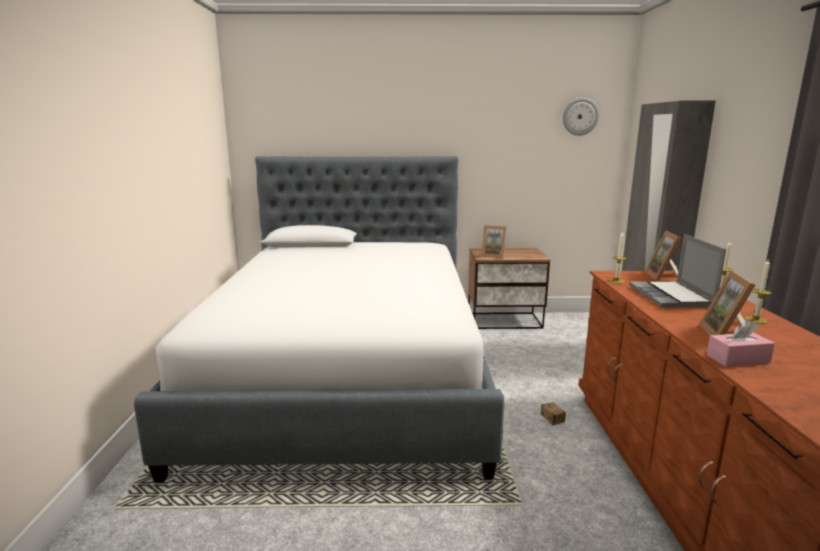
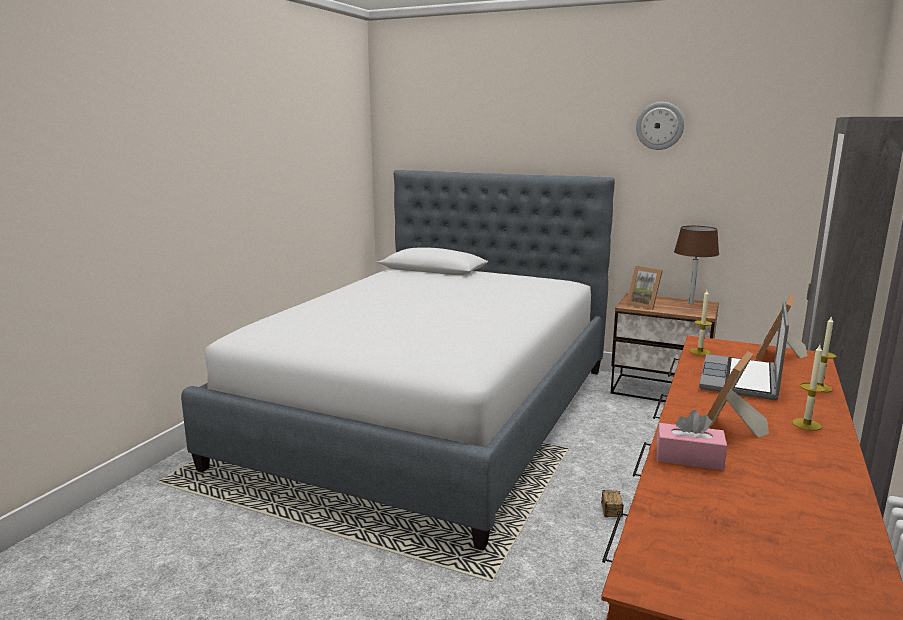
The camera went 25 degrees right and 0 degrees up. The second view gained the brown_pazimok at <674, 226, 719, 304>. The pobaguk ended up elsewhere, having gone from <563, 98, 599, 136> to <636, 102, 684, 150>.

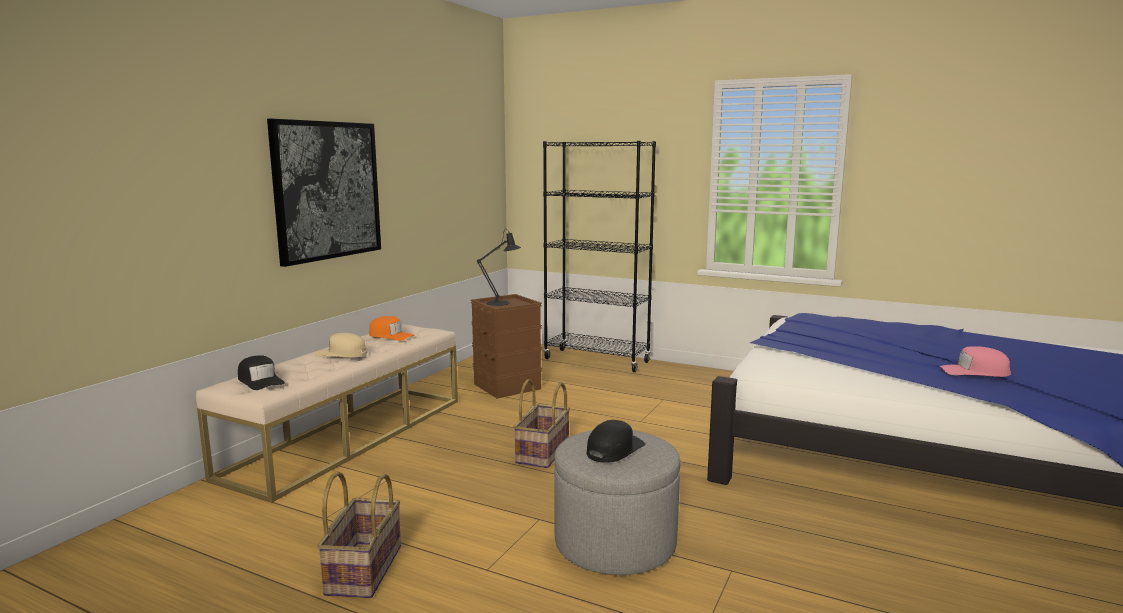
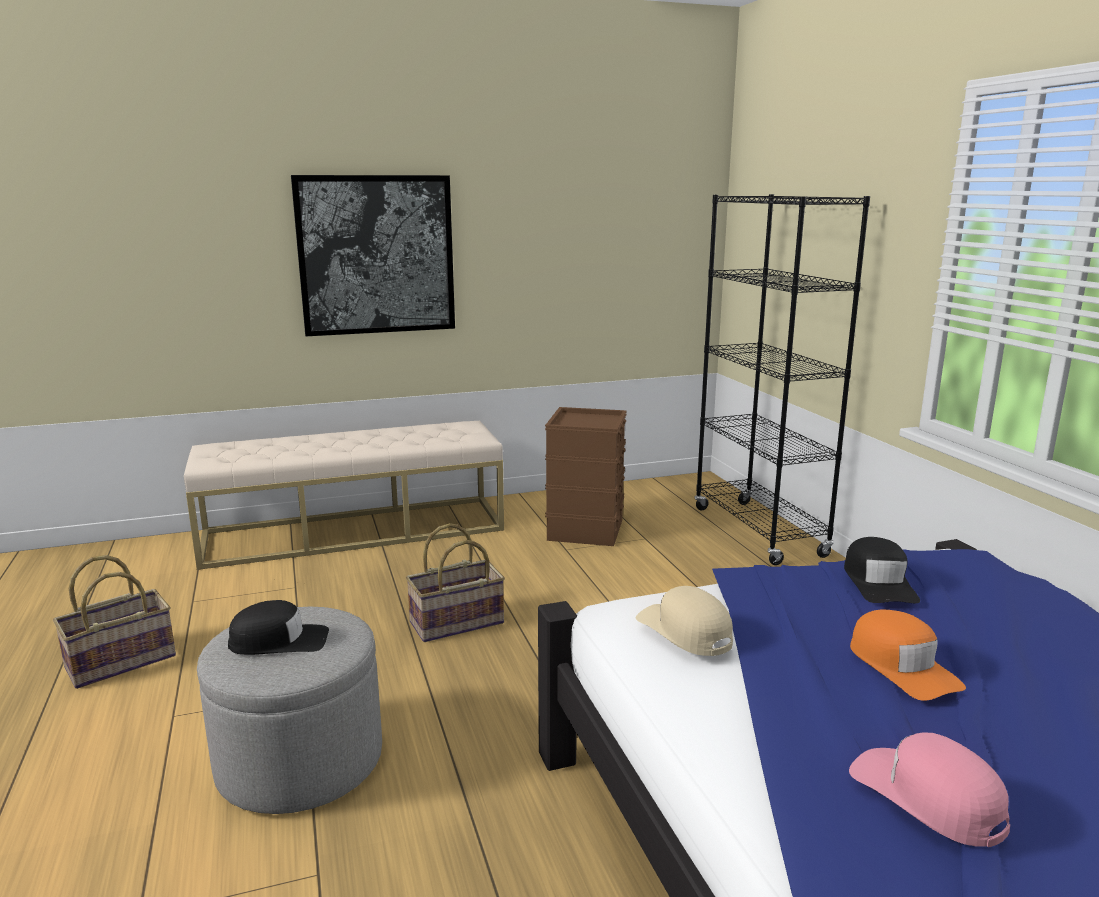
The camera went 45 degrees right and 5 degrees up. The second view lost the black_pazimok at <477, 229, 521, 306>. The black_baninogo ended up elsewhere, having gone from <238, 355, 285, 390> to <844, 537, 920, 604>. The beige_baninogo ended up elsewhere, having gone from <315, 333, 367, 357> to <636, 586, 733, 656>. The orange_baninogo ended up elsewhere, having gone from <369, 316, 415, 341> to <850, 610, 966, 701>.

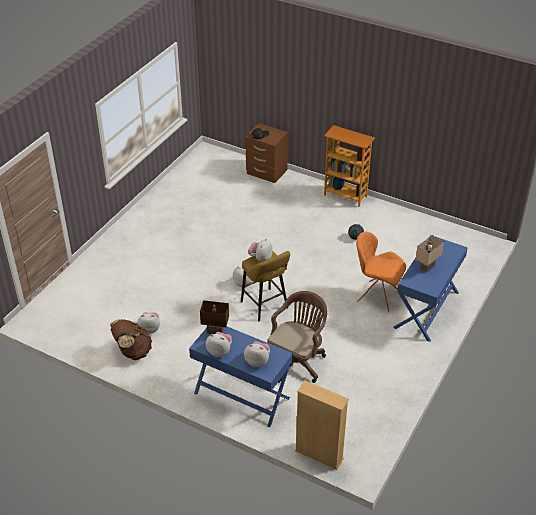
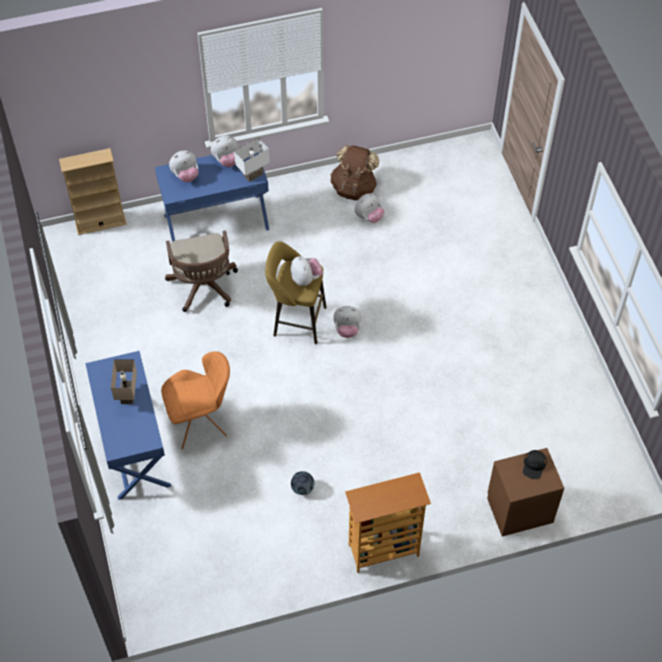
The camera went 135 degrees right and 15 degrees up. What was the brown_pazimok at <200, 300, 229, 334> turned into the white_pazimok at <234, 137, 270, 182>.

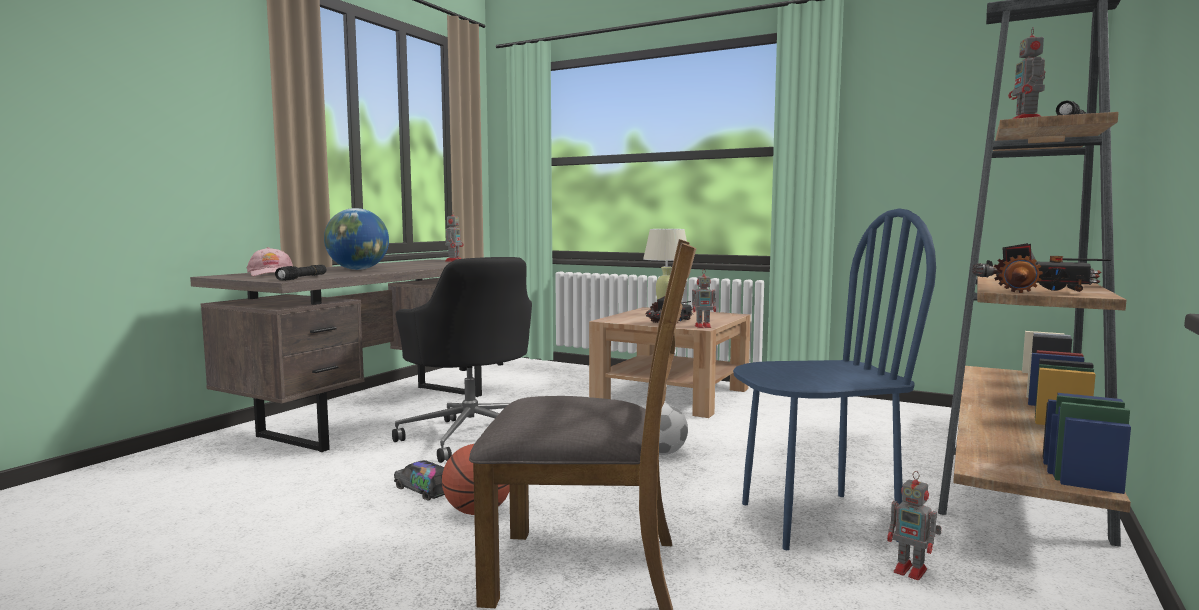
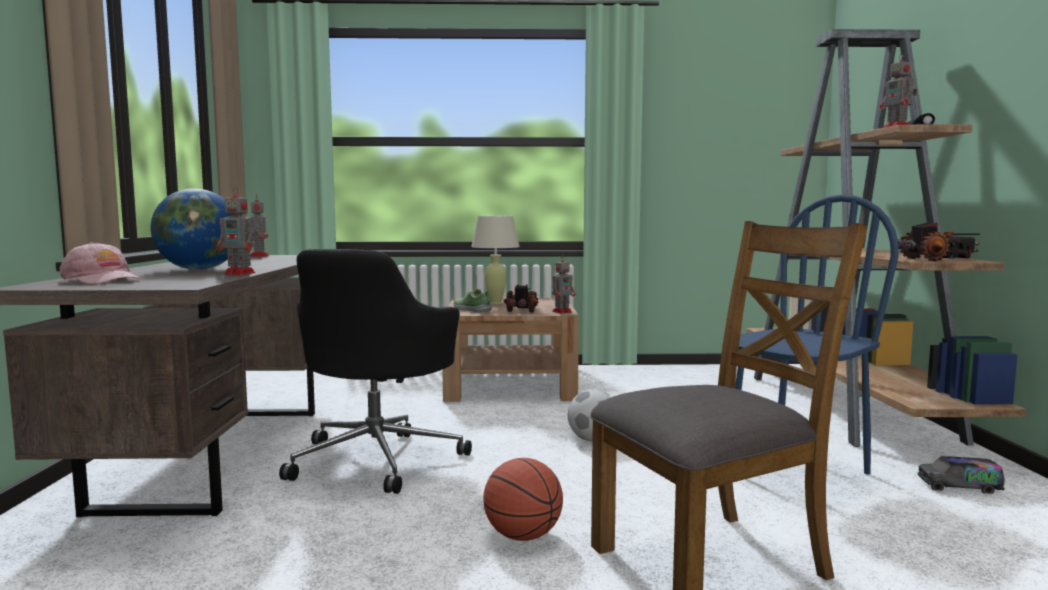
The camera went 30 degrees left and 0 degrees up. The second view lost the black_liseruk at <275, 265, 327, 281>. The second view gained the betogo at <454, 289, 492, 313>. The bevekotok ended up elsewhere, having gone from <394, 460, 445, 500> to <917, 456, 1005, 494>. The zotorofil ended up elsewhere, having gone from <887, 471, 942, 580> to <217, 187, 260, 275>. The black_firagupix at <392, 257, 532, 463> ended up facing another way, 75 degrees clockwise from before.

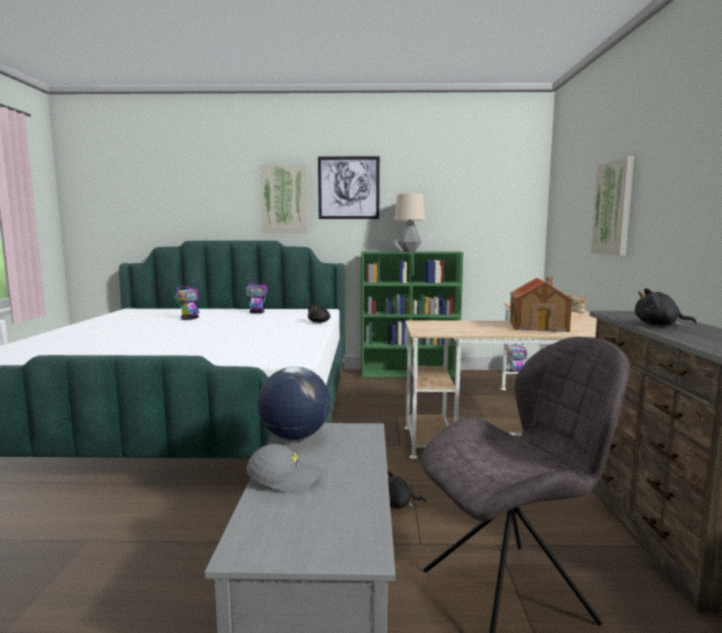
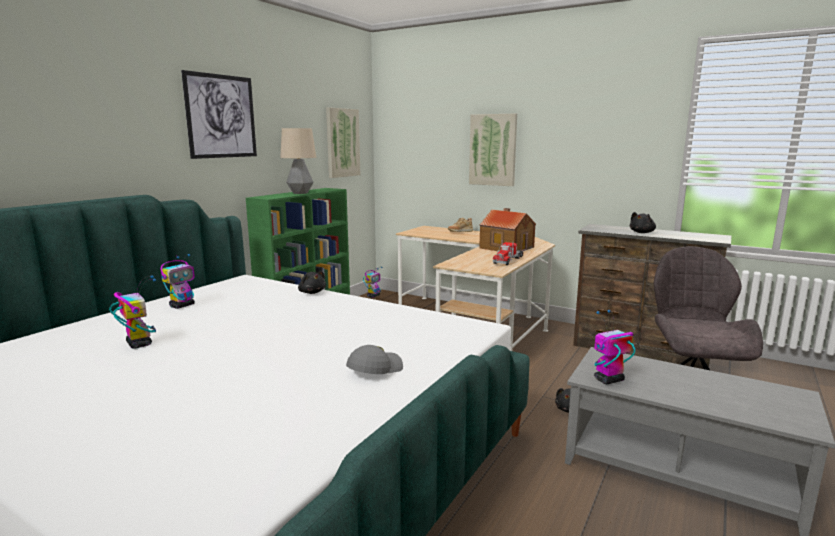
The camera went 60 degrees left and 5 degrees up. The second view gained the bevekotok at <493, 240, 523, 265>. The grey_baninogo ended up elsewhere, having gone from <246, 444, 322, 494> to <346, 345, 403, 374>. The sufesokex ended up elsewhere, having gone from <260, 164, 308, 232> to <326, 107, 360, 178>. Where the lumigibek stood at <257, 367, 330, 440>, the zotorofil came to stand at <594, 310, 636, 384>.

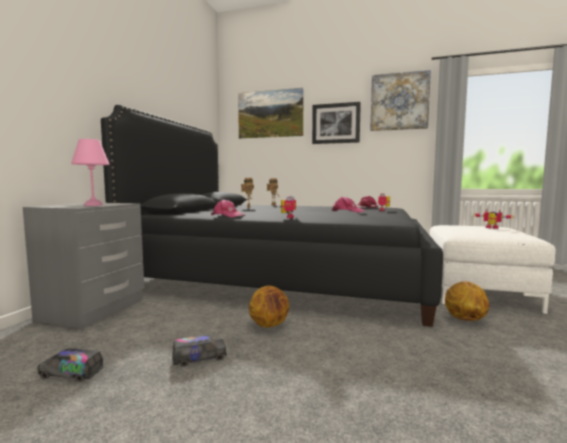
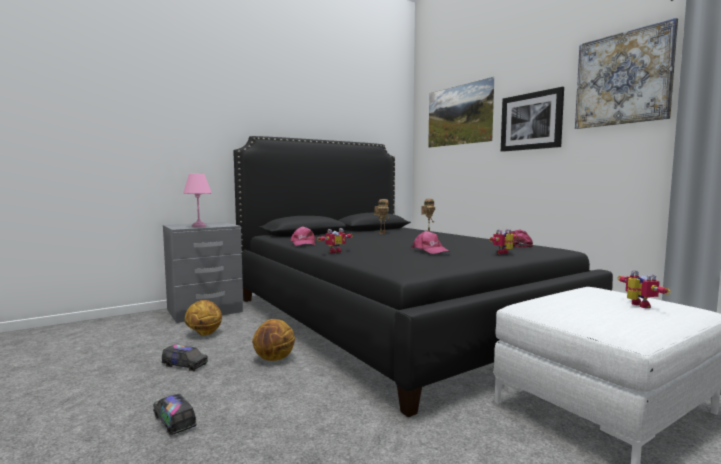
The camera went 40 degrees right and 0 degrees up. The bevekotok ended up elsewhere, having gone from <37, 348, 104, 382> to <153, 394, 196, 435>. The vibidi ended up elsewhere, having gone from <445, 282, 490, 321> to <185, 300, 222, 336>.

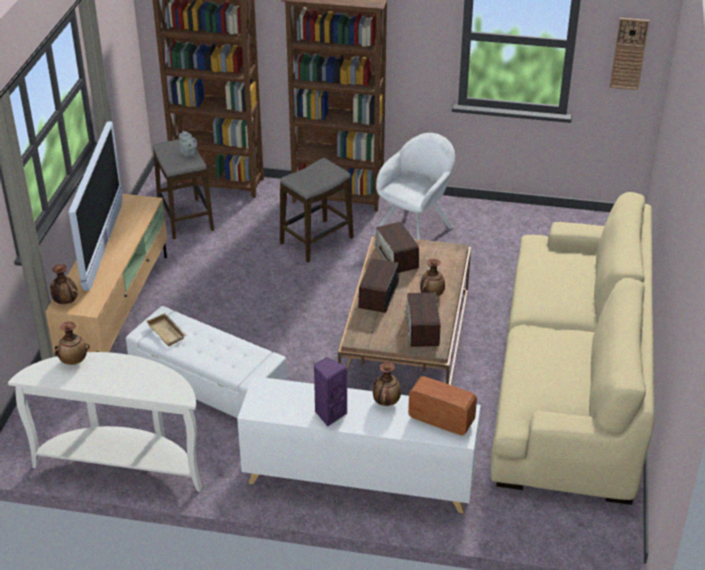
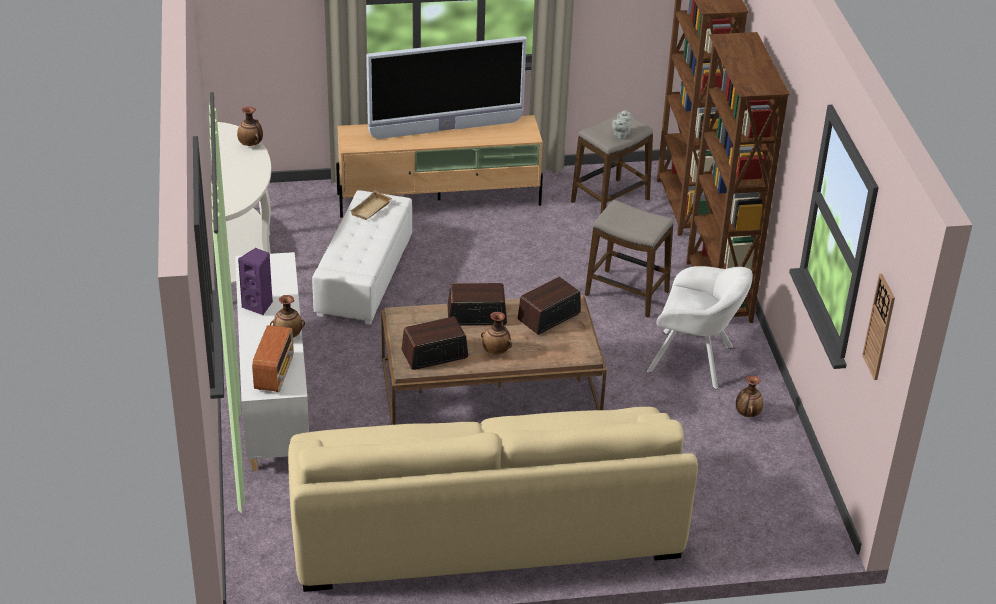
The camera went 70 degrees right and 0 degrees up. The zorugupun ended up elsewhere, having gone from <50, 264, 78, 304> to <736, 375, 763, 417>.

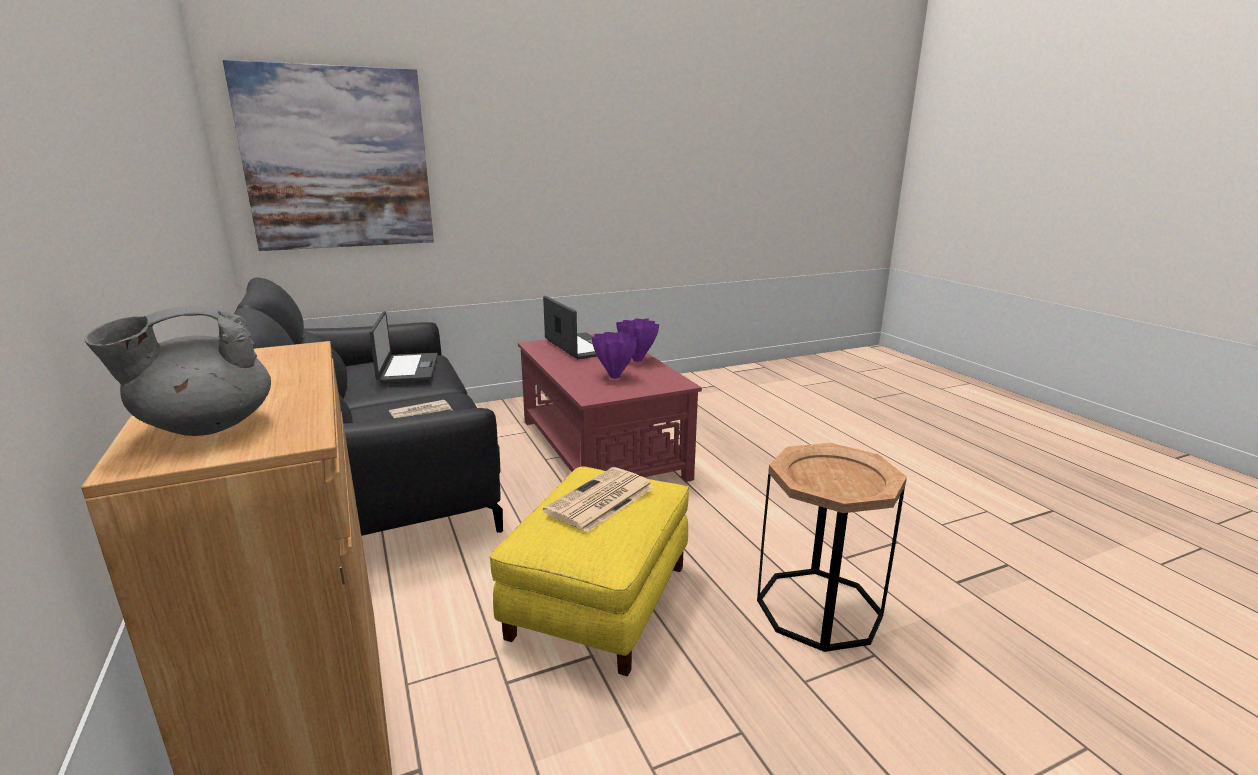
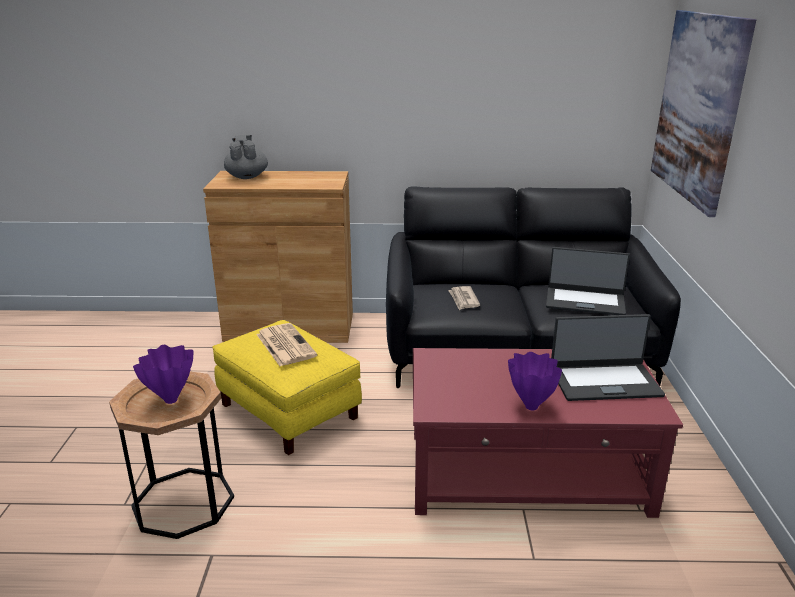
The camera went 115 degrees right and 5 degrees up. The purple_zorugupun ended up elsewhere, having gone from <591, 331, 637, 379> to <133, 345, 193, 404>.

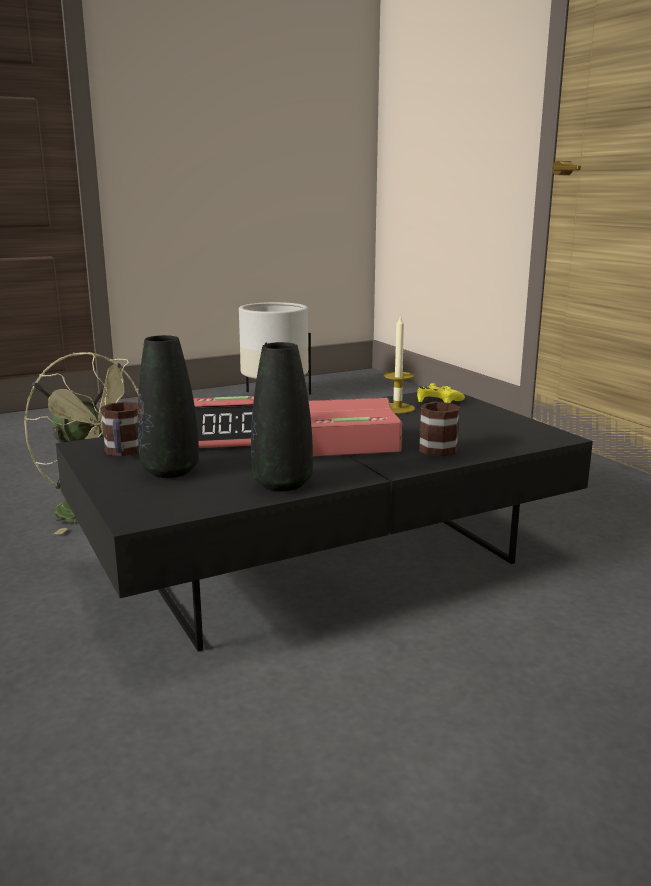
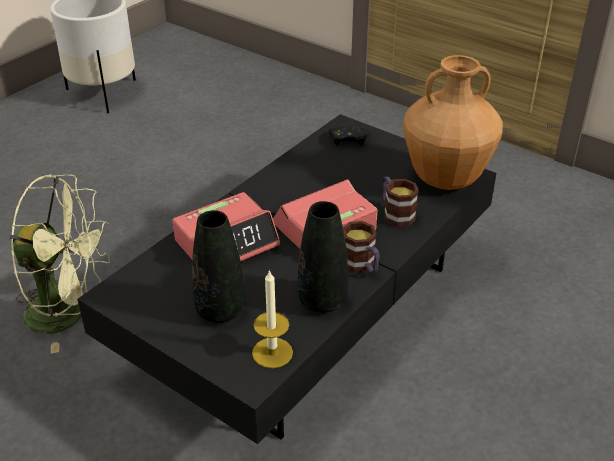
The camera went 25 degrees left and 20 degrees up. The second view gained the brown_zorugupun at <403, 55, 503, 190>. The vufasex ended up elsewhere, having gone from <100, 402, 139, 456> to <343, 221, 380, 273>. The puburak ended up elsewhere, having gone from <384, 314, 415, 413> to <252, 269, 293, 368>. What was the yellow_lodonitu at <417, 383, 465, 403> turned into the black_lodonitu at <328, 125, 370, 147>.

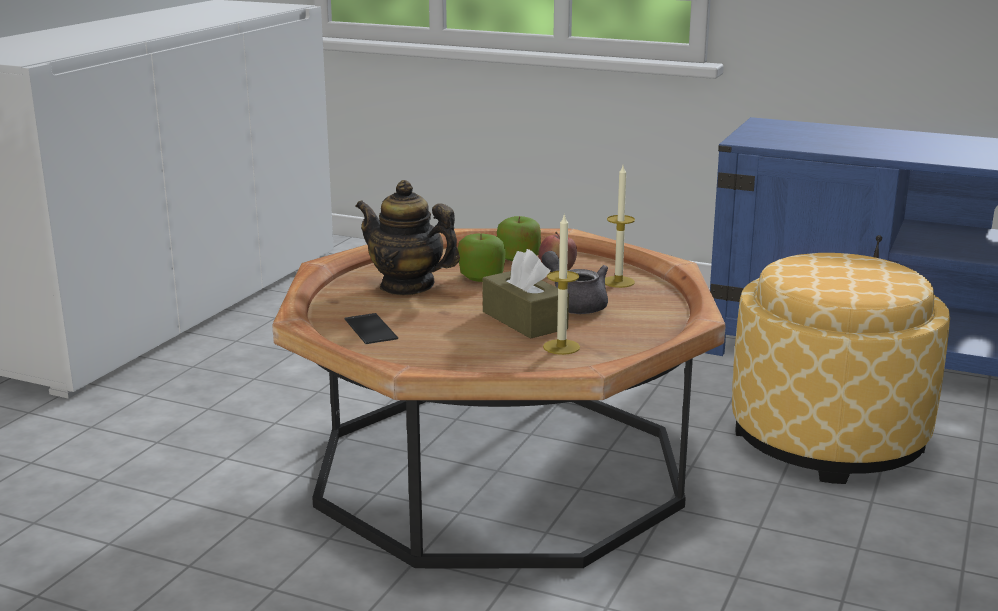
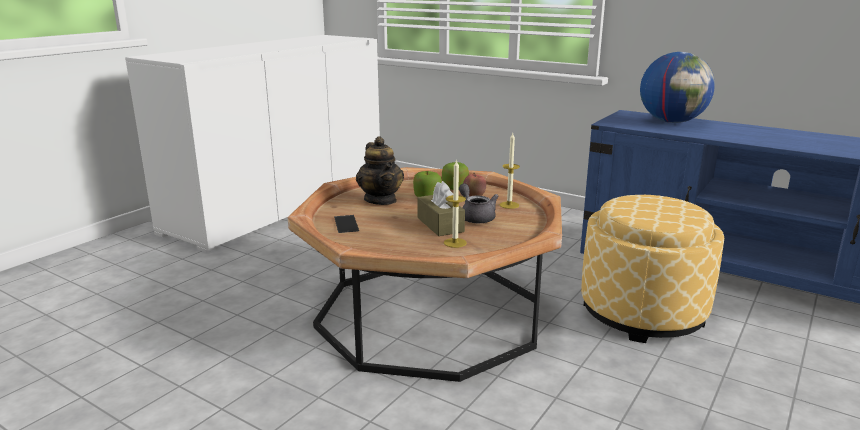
The camera went 10 degrees right and 0 degrees up. The second view gained the lumigibek at <640, 52, 715, 123>. The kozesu at <355, 180, 460, 295> ended up facing another way, 150 degrees counterclockwise from before.

